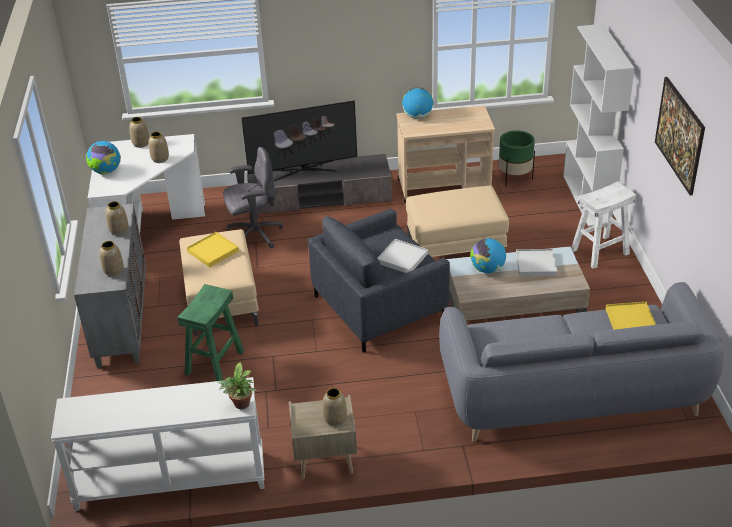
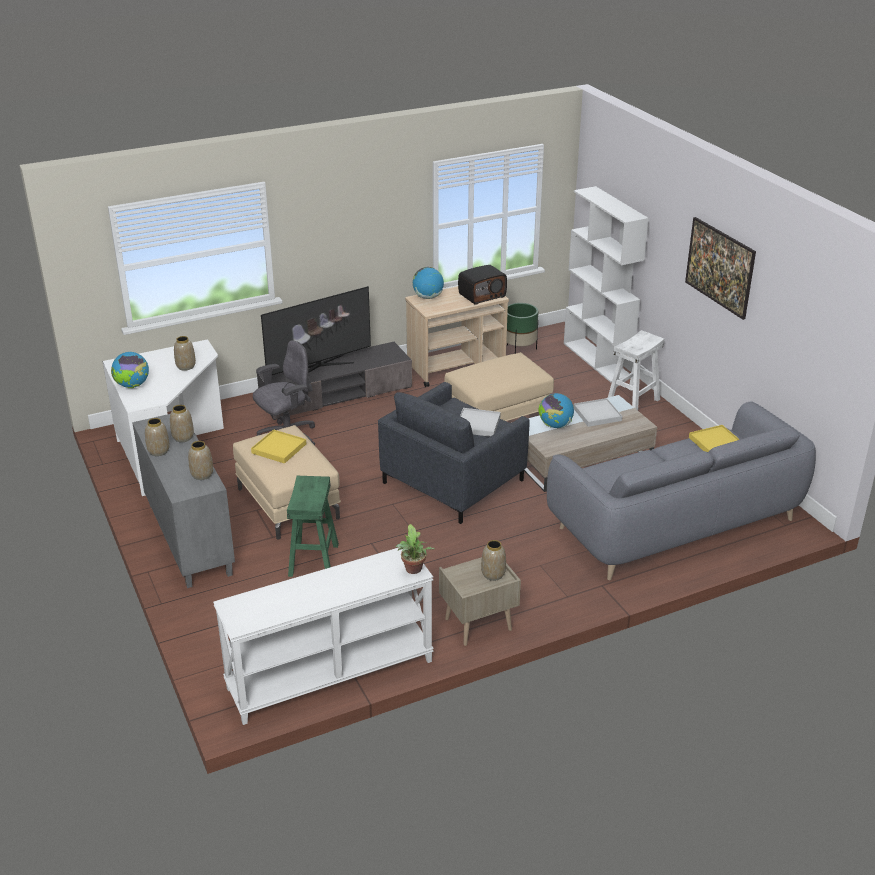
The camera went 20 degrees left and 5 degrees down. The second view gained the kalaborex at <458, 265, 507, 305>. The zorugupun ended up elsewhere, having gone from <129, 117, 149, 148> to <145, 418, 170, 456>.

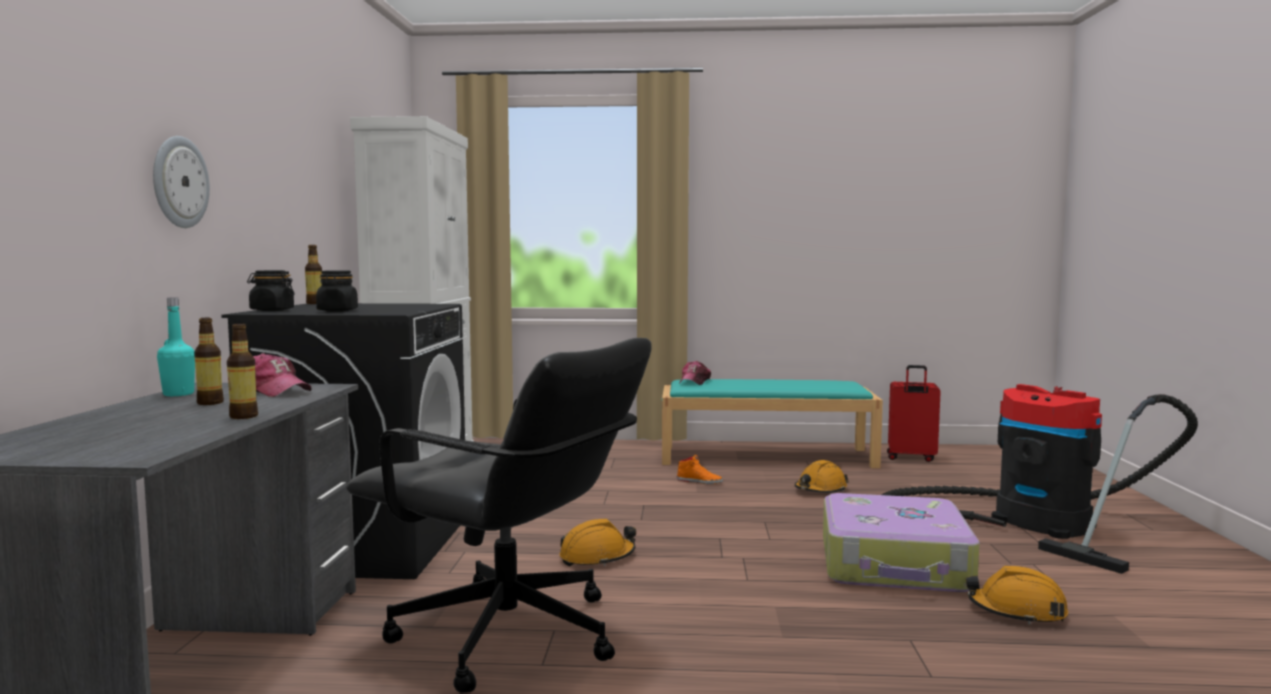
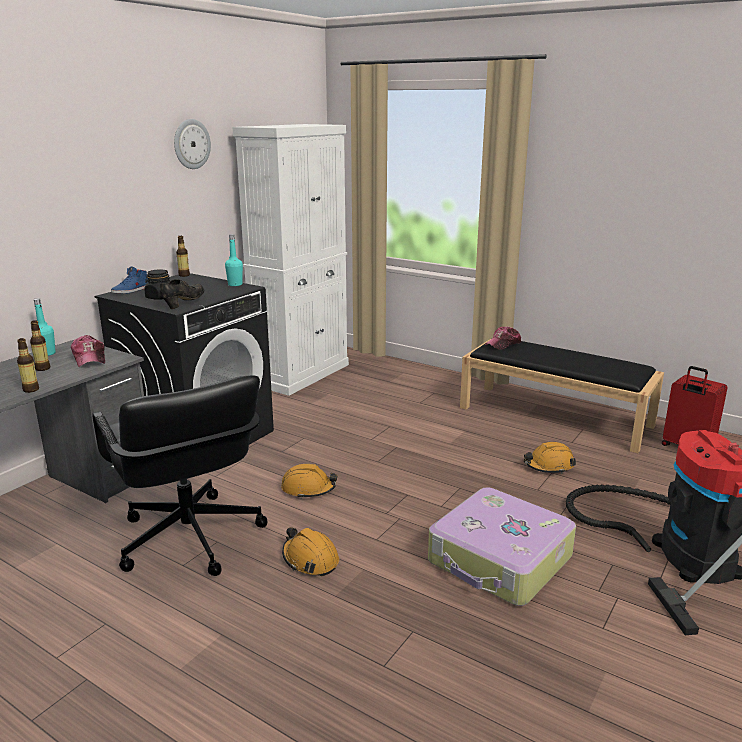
The camera went 30 degrees right and 15 degrees up. The second view lost the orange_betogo at <677, 455, 723, 484>. The second view gained the black_betogo at <160, 279, 204, 309>. The second view gained the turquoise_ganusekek at <225, 234, 243, 286>. The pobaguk ended up elsewhere, having gone from <153, 136, 210, 228> to <174, 119, 211, 169>. The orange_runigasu ended up elsewhere, having gone from <966, 566, 1068, 625> to <282, 527, 339, 576>. Where the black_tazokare stood at <247, 270, 294, 311>, the blue_betogo came to stand at <111, 267, 147, 294>. What was the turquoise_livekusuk at <662, 379, 883, 468> turned into the black_livekusuk at <460, 339, 664, 453>.

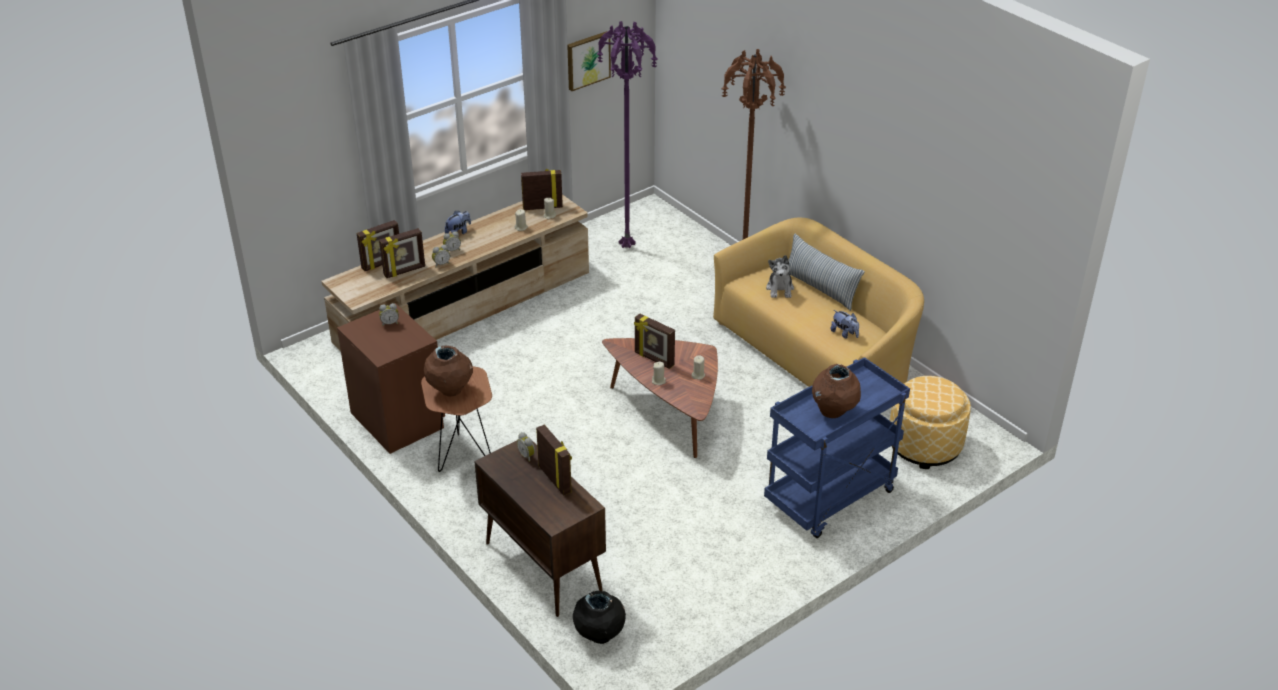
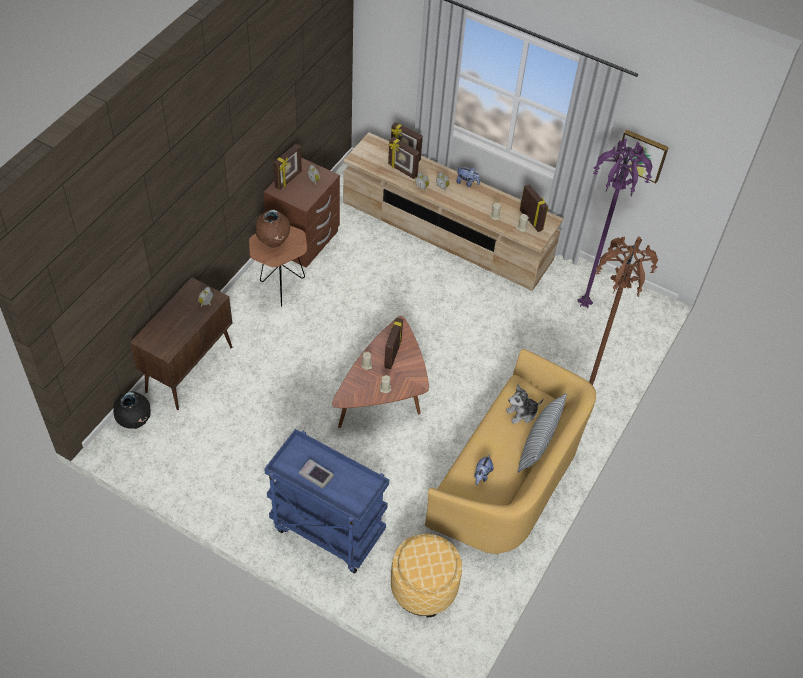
The camera went 65 degrees right and 15 degrees up. The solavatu ended up elsewhere, having gone from <536, 425, 572, 496> to <273, 144, 302, 190>. Where the brown_zorugupun stood at <812, 364, 861, 418>, the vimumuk came to stand at <299, 459, 334, 489>.

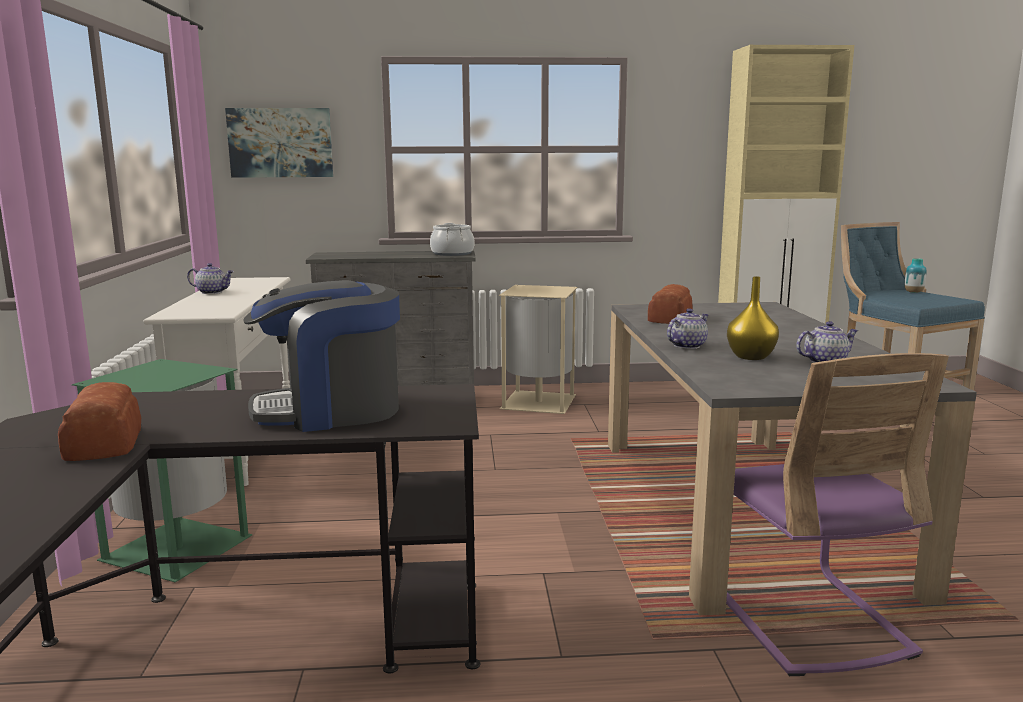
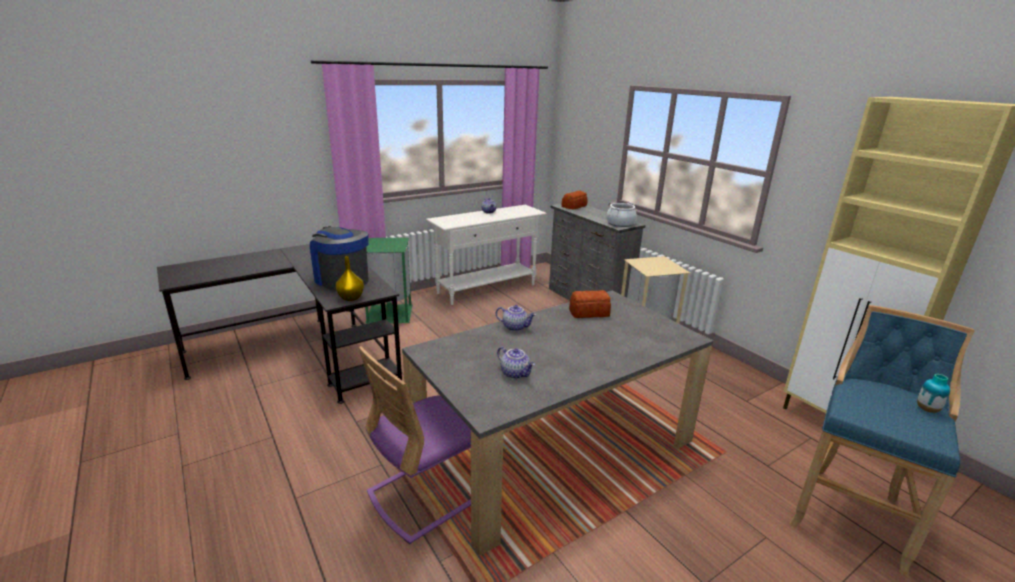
The camera went 60 degrees right and 10 degrees up. The second view lost the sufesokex at <225, 108, 333, 178>. The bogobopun ended up elsewhere, having gone from <58, 382, 141, 461> to <562, 191, 588, 210>. The yellow_zorugupun ended up elsewhere, having gone from <727, 276, 779, 360> to <335, 256, 364, 301>.

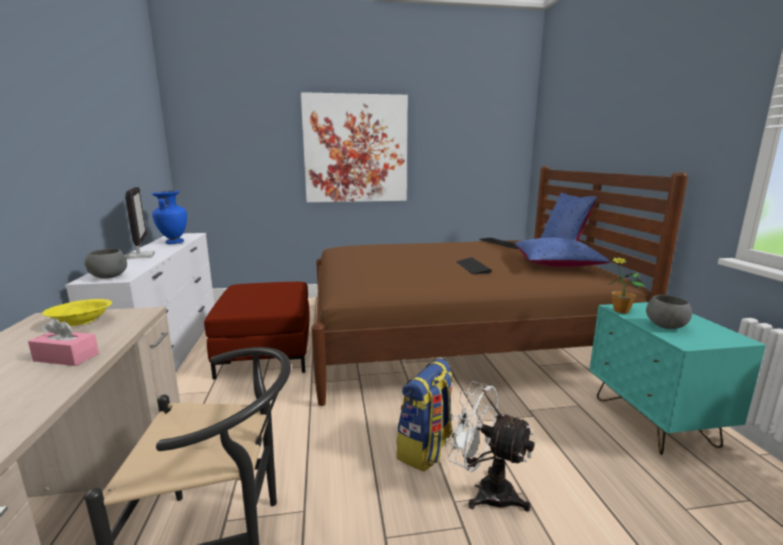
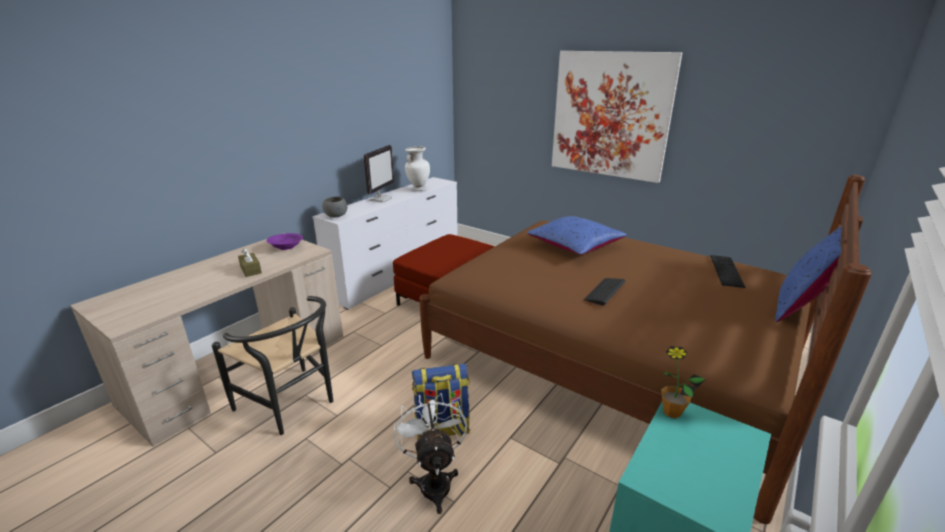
The camera went 45 degrees right and 10 degrees up. The second view lost the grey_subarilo at <646, 295, 692, 329>. The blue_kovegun ended up elsewhere, having gone from <515, 237, 610, 267> to <527, 216, 627, 255>. What was the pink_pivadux at <28, 318, 99, 366> turned into the brown_pivadux at <238, 248, 262, 277>. What was the yellow_subarilo at <42, 299, 112, 326> turned into the purple_subarilo at <266, 233, 303, 250>. What was the blue_zorugupun at <151, 191, 187, 244> turned into the white_zorugupun at <405, 147, 430, 191>.

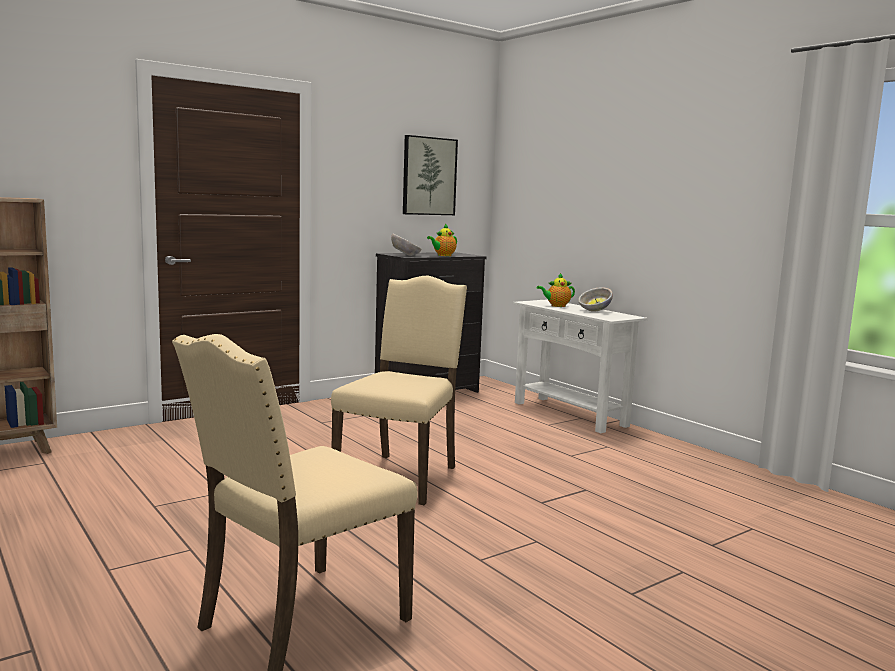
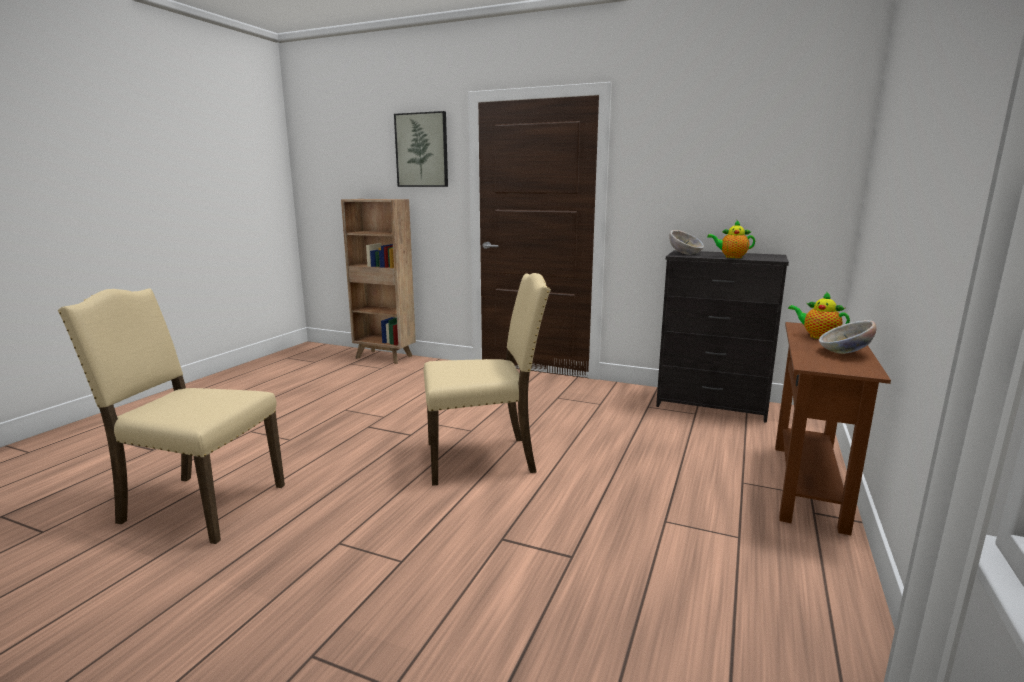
The camera went 60 degrees right and 5 degrees up. The sufesokex ended up elsewhere, having gone from <403, 135, 458, 215> to <394, 111, 448, 187>. What was the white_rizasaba at <513, 299, 648, 433> turned into the brown_rizasaba at <775, 322, 891, 535>.

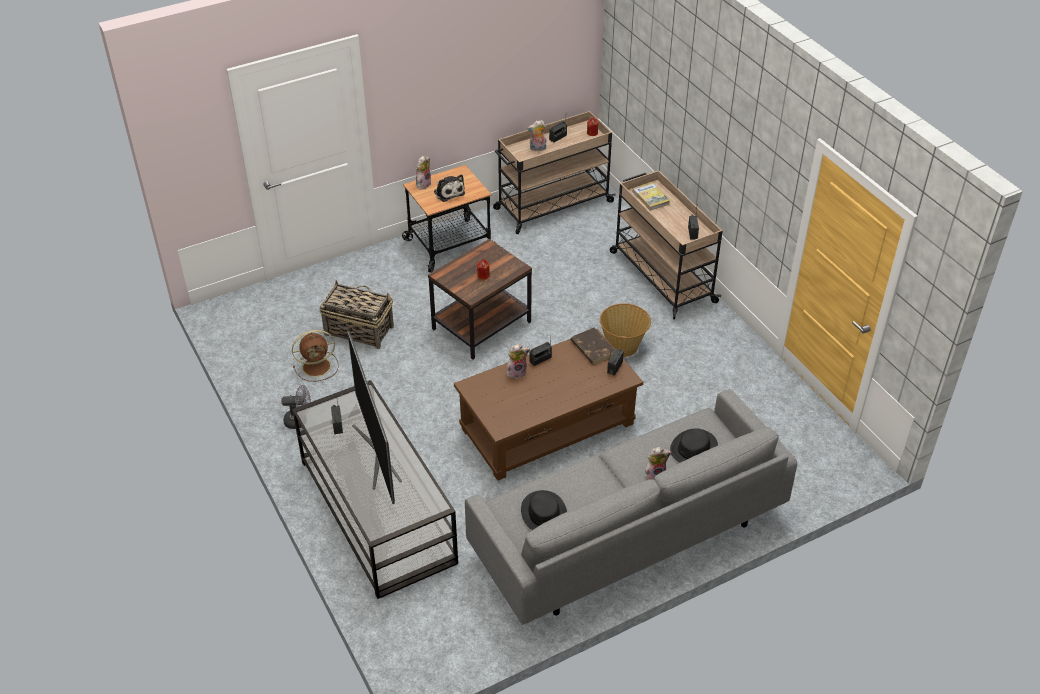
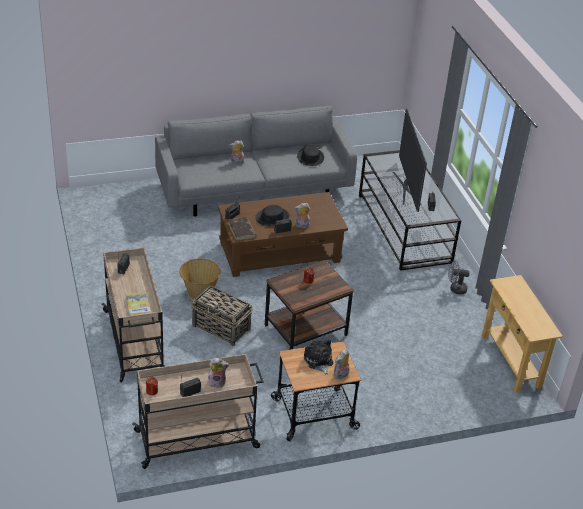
The camera went 170 degrees left and 5 degrees down. The second view lost the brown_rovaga at <292, 330, 339, 381>. The second view gained the beige_rizasaba at <482, 275, 563, 393>. The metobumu ended up elsewhere, having gone from <319, 280, 394, 349> to <191, 285, 252, 346>. The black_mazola ended up elsewhere, having gone from <670, 428, 718, 463> to <255, 205, 289, 226>.

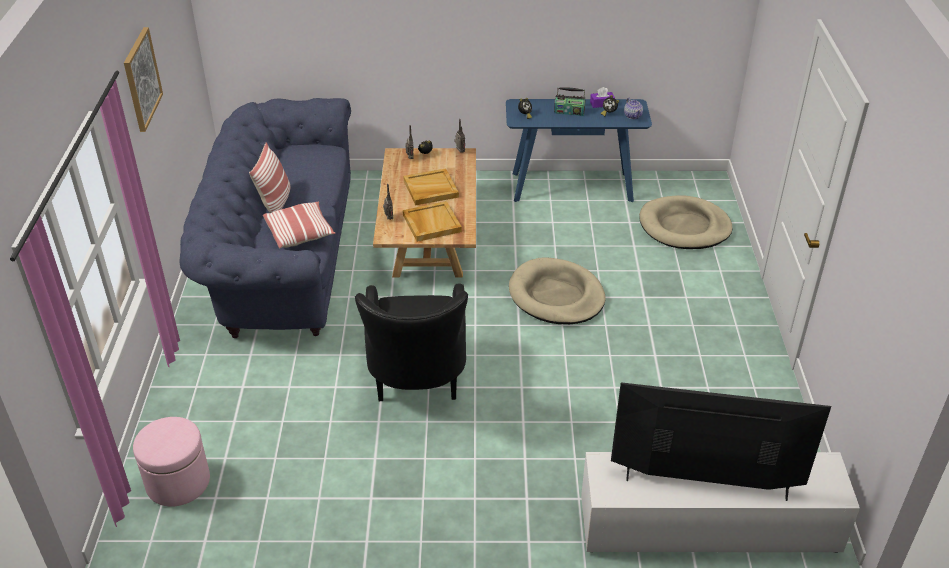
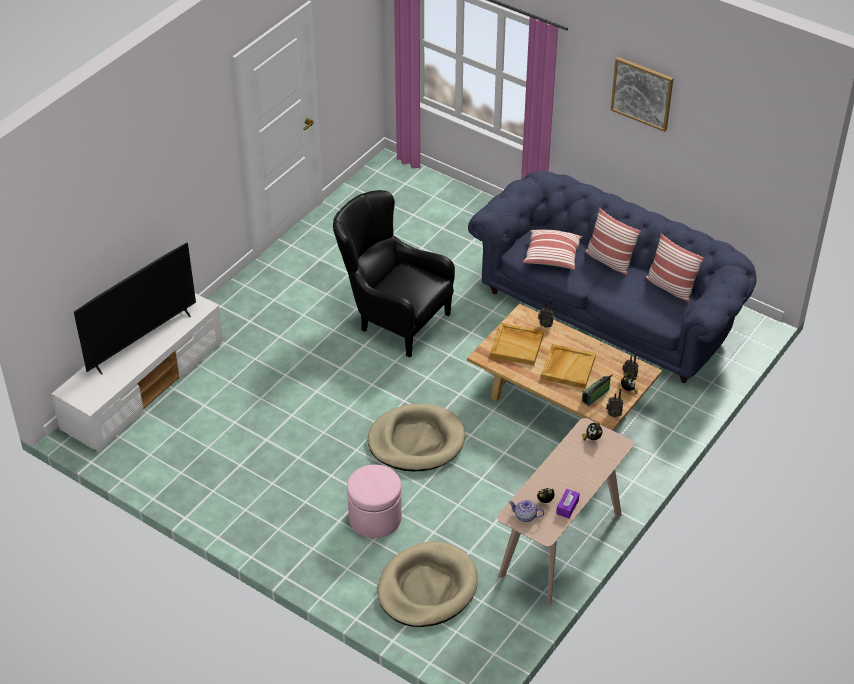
The camera went 125 degrees right and 5 degrees up. The second view gained the kovegun at <645, 233, 704, 303>. The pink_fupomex ended up elsewhere, having gone from <133, 417, 210, 507> to <347, 465, 402, 538>. The kalaborex ended up elsewhere, having gone from <554, 87, 586, 116> to <582, 374, 613, 406>. What was the blue_rizasaba at <506, 99, 652, 202> turned into the beige_rizasaba at <497, 418, 634, 605>.

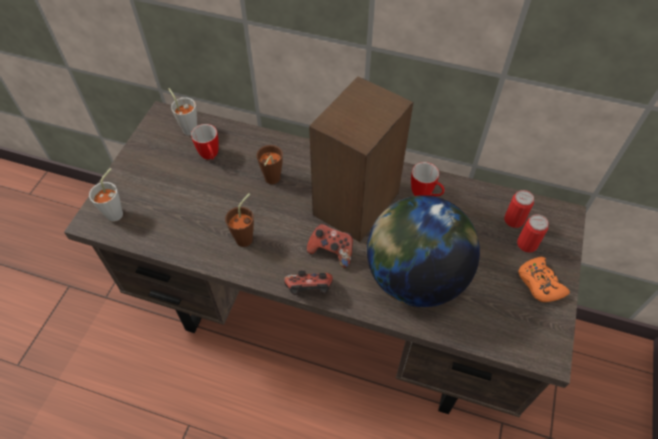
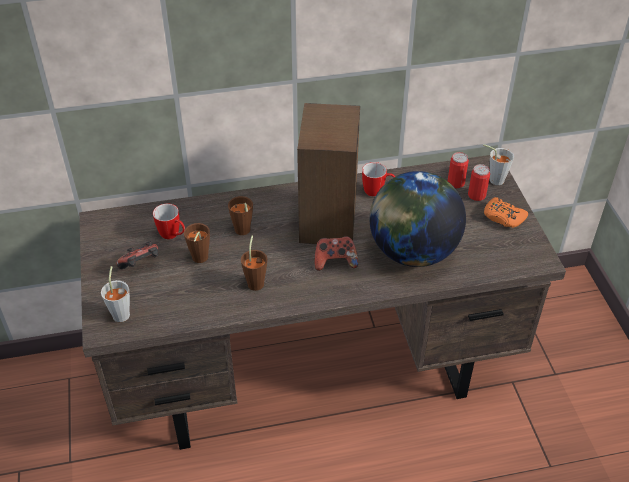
The camera went 30 degrees left and 10 degrees down. The second view gained the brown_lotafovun at <184, 223, 210, 263>. The grey_lotafovun ended up elsewhere, having gone from <168, 88, 197, 136> to <483, 144, 514, 185>. The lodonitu ended up elsewhere, having gone from <284, 270, 333, 295> to <116, 241, 159, 269>.

